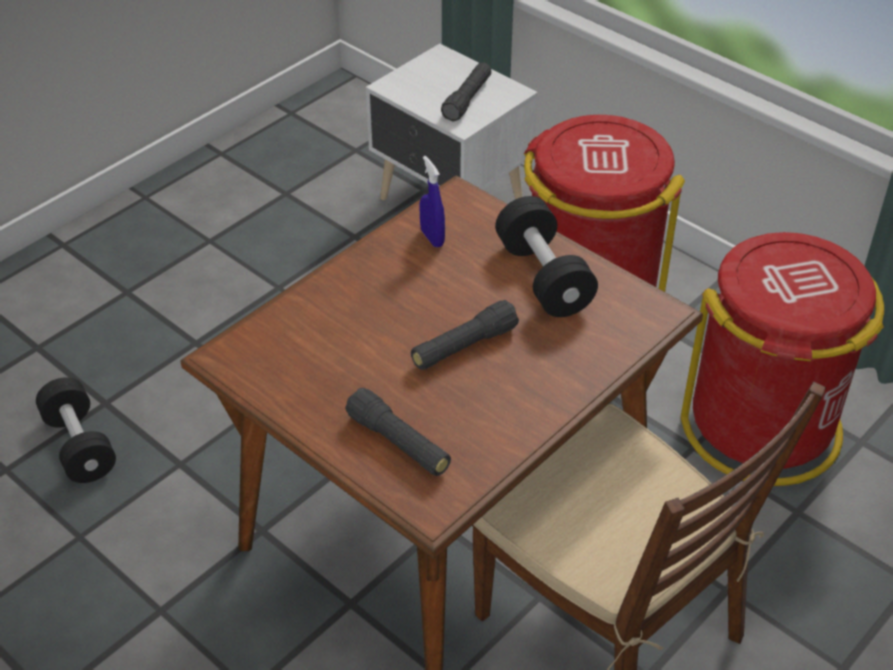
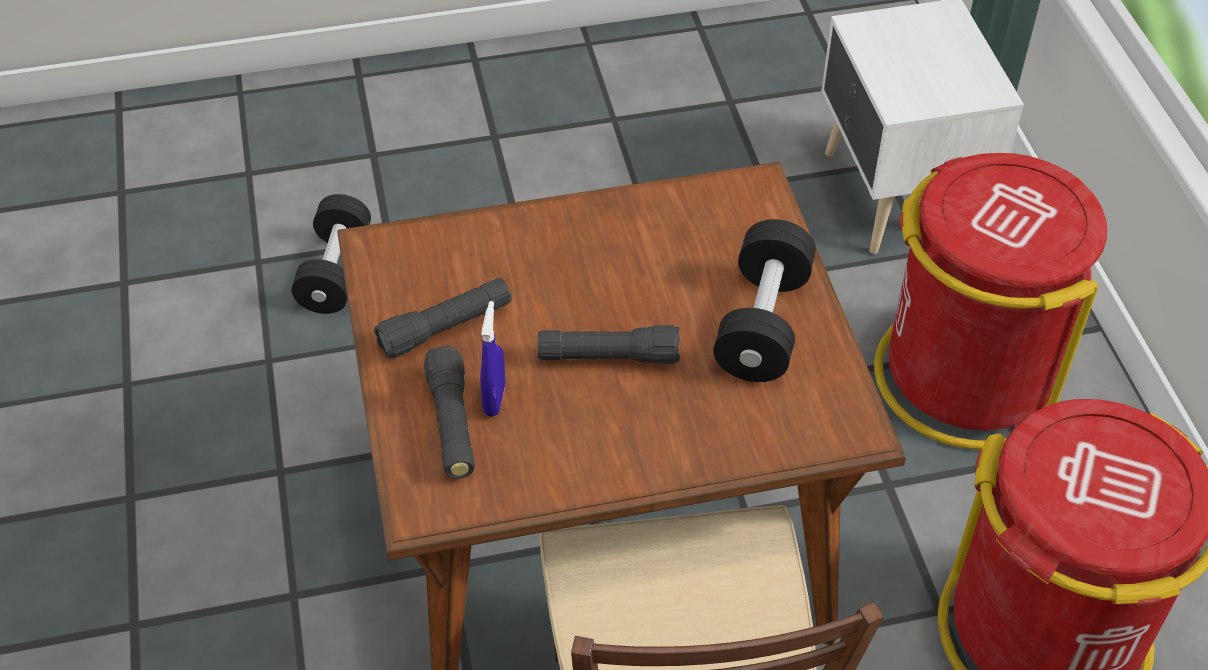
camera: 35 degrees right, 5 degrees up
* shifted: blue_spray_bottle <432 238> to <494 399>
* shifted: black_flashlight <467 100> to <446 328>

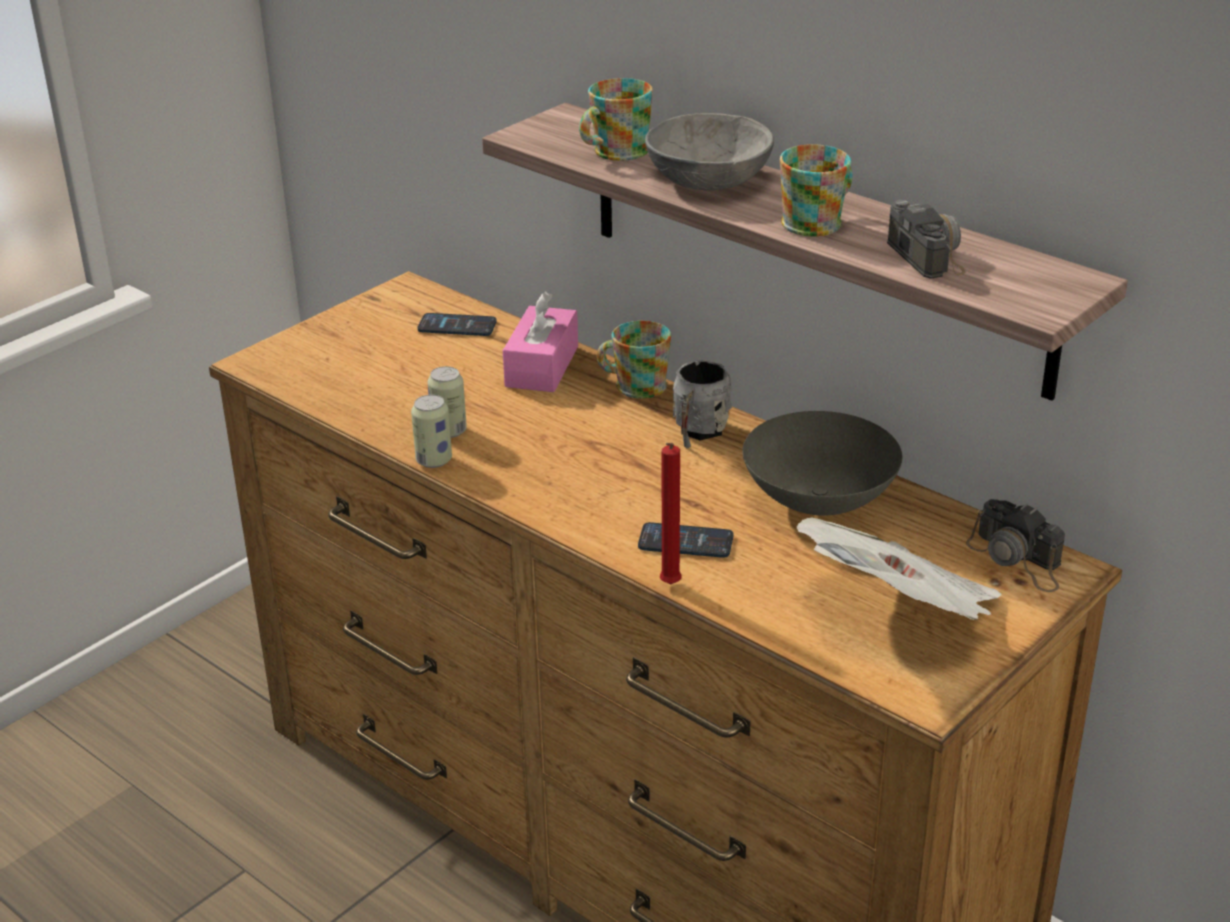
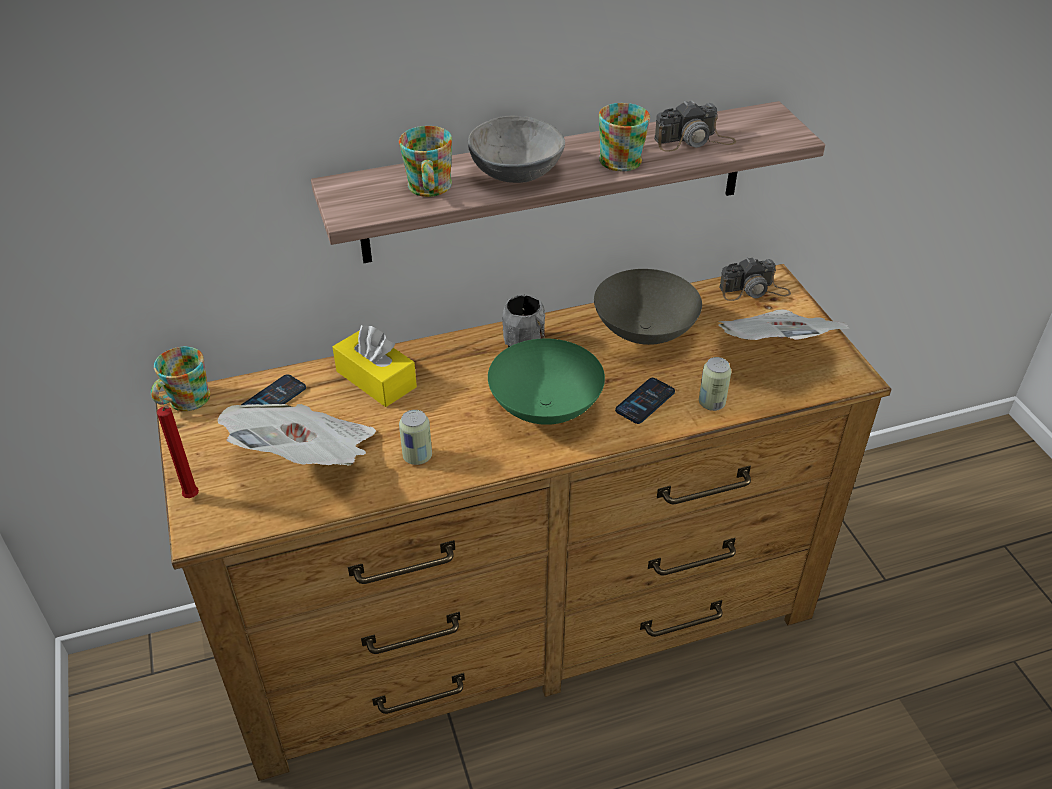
camera: 60 degrees left, 10 degrees up
* new: newspaper <308 459>
* new: green_bowl <547 407>
* shifted: can <434 460> to <711 403>
* shifted: mug <634 385> to <183 401>
* shifted: red_candle <669 586> to <193 498>
* repainted: pink_tissue_box <542 366> to yellow_tissue_box <376 379>
* rotated: photo_camera <925 252> = <694 140> 150 degrees clockwise

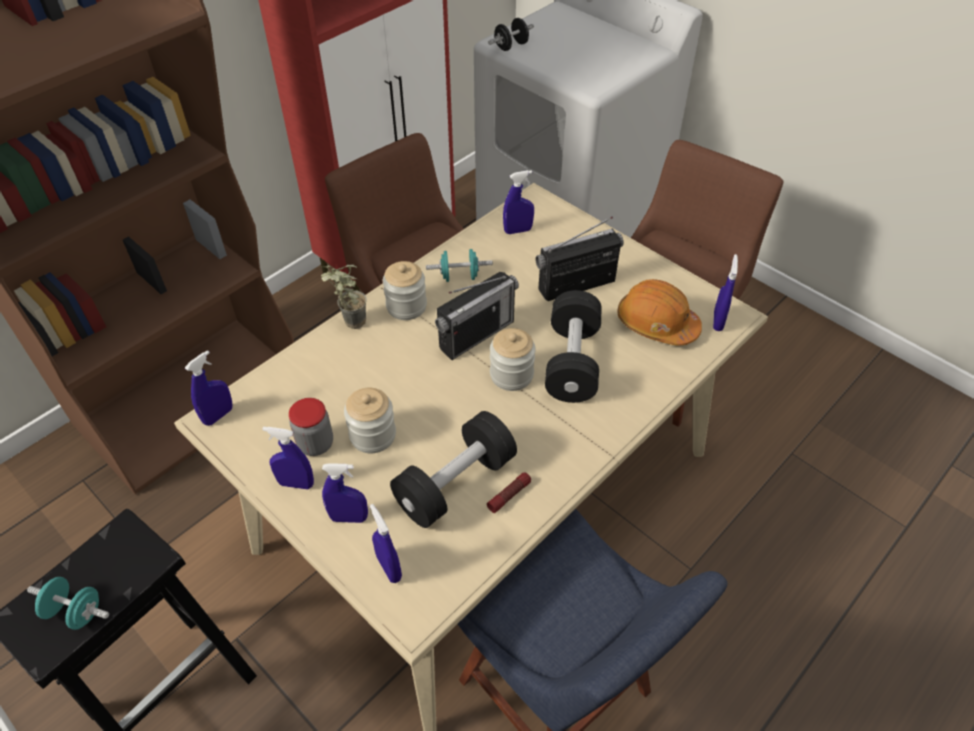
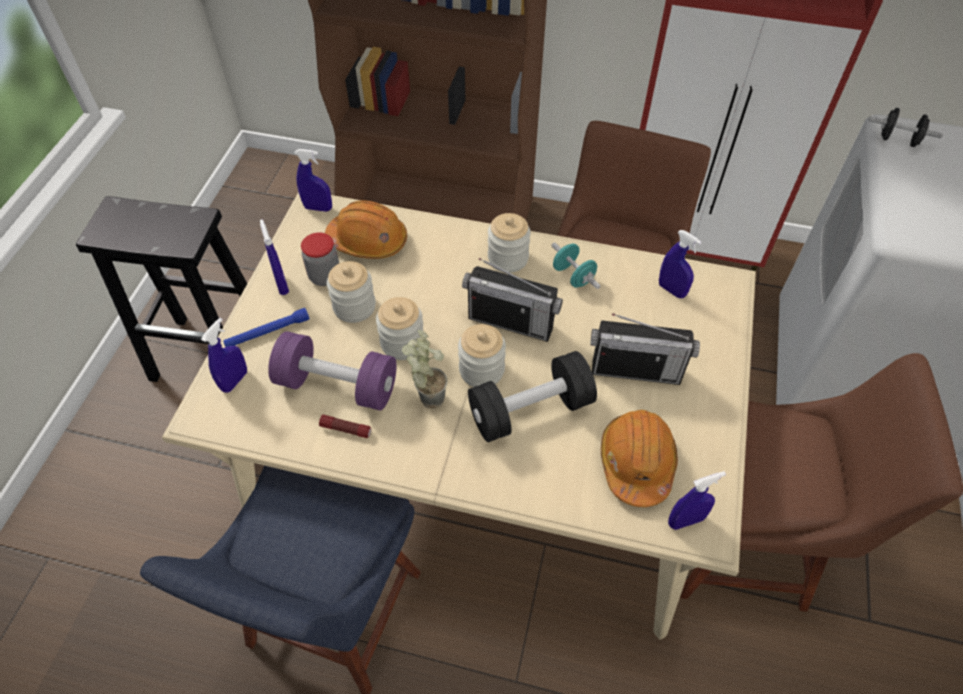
camera: 60 degrees right, 5 degrees up
* gone: turquoise_dumbbell <75 611>
* new: orange_hard_hat <368 241>
* new: jar <402 343>
* shifted: potted_plant <348 323> to <427 394>
* swapped: blue_spray_bottle <349 518> to blue_flashlight <267 332>
* repainted: black_dumbbell <455 483> to purple_dumbbell <337 385>
* rotated: radio <577 285> = <635 370> 150 degrees clockwise

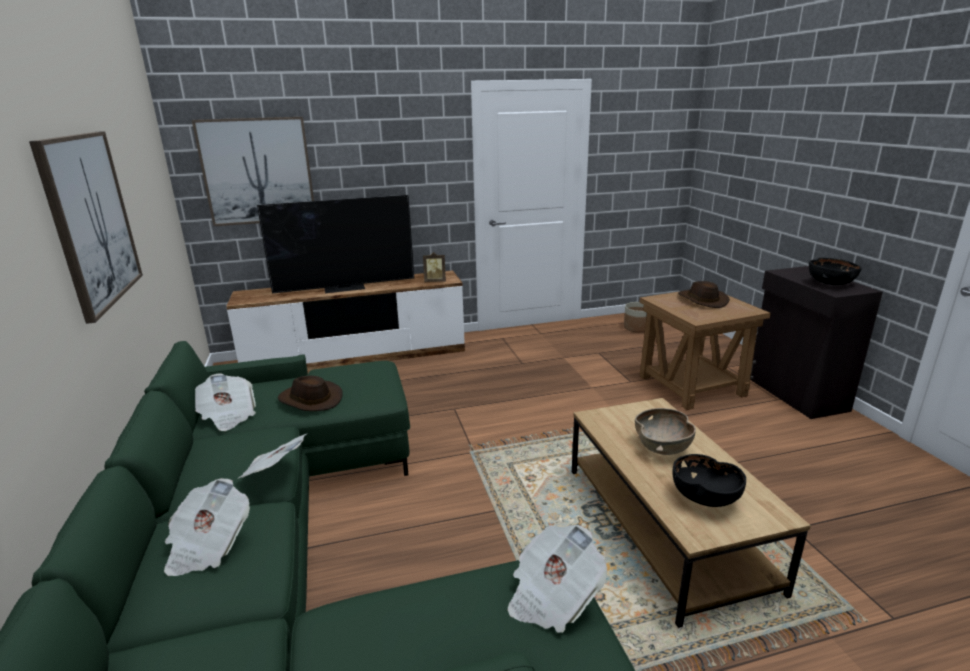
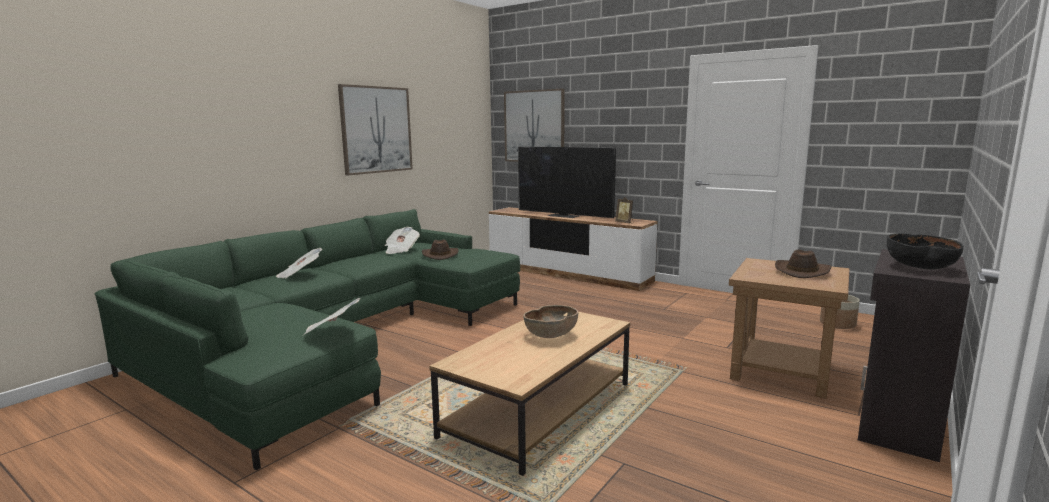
camera: 50 degrees right, 10 degrees down
* gone: newspaper <275 471>
* gone: black_bowl <704 497>

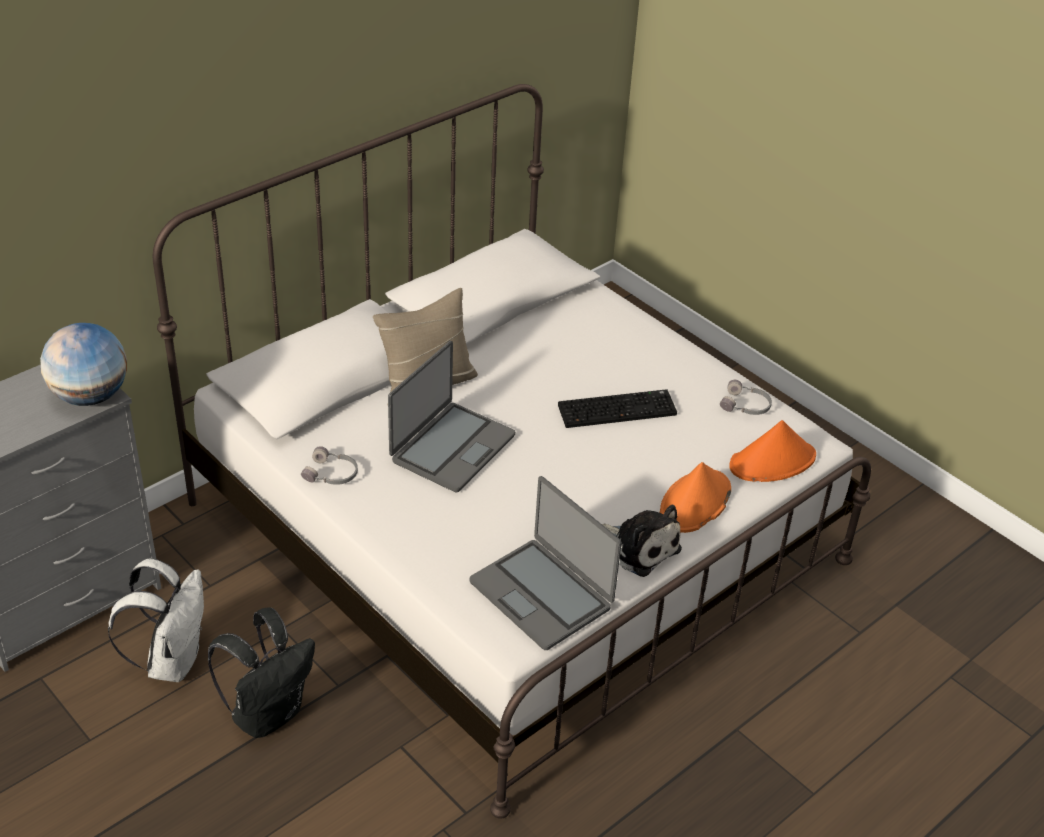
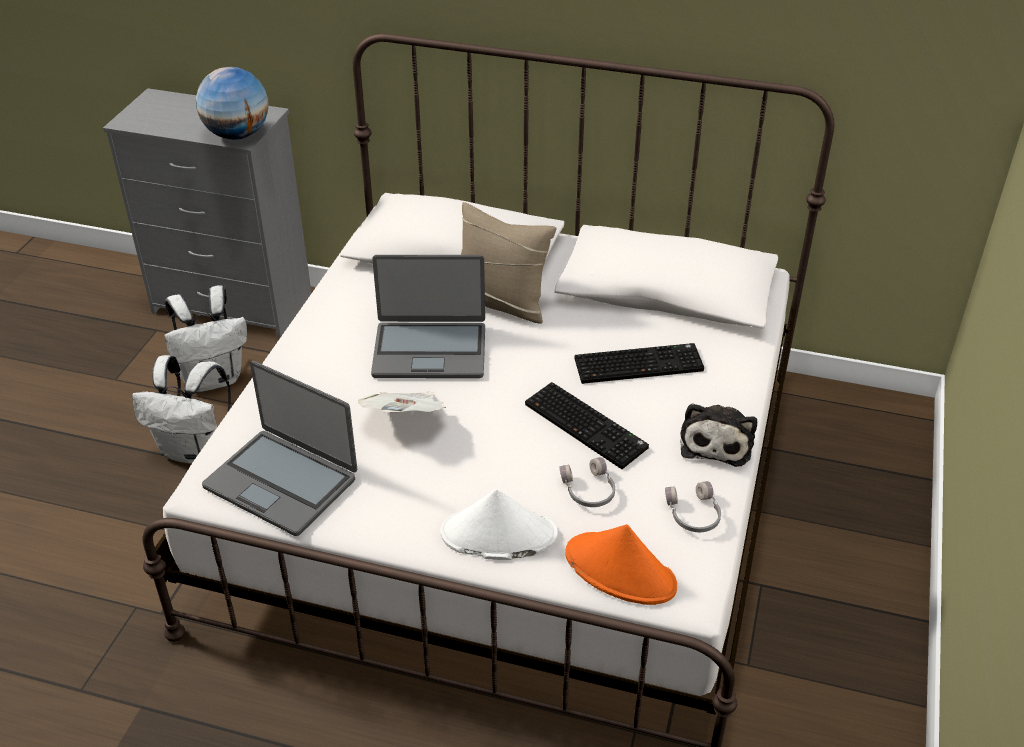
camera: 60 degrees right, 0 degrees up
* new: newspaper <406 419>
* new: keyboard <639 363>
* shifted: grey_headphones <331 474> to <588 490>
* shifted: plush_toy <640 547> to <716 441>
* repainted: black_backpack <268 713> to white_backpack <195 450>
* repainted: orange_hat <695 502> to white_hat <498 534>
* rotated: laptop <542 594> = <282 482> 75 degrees counterclockwise

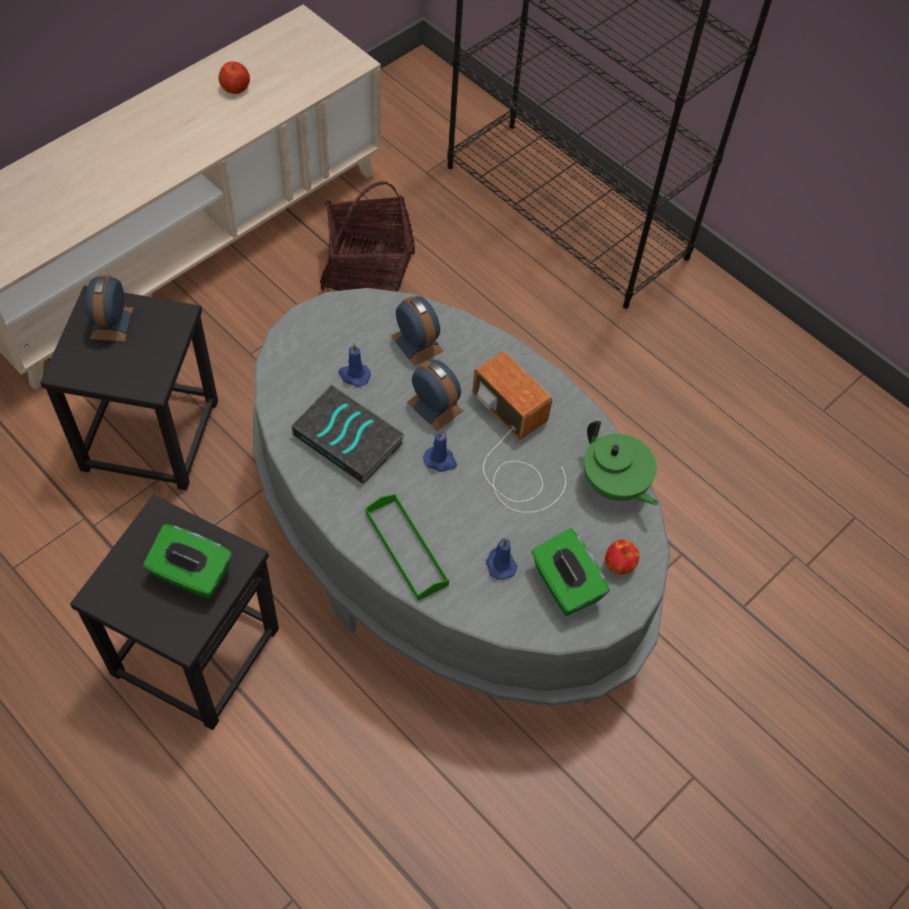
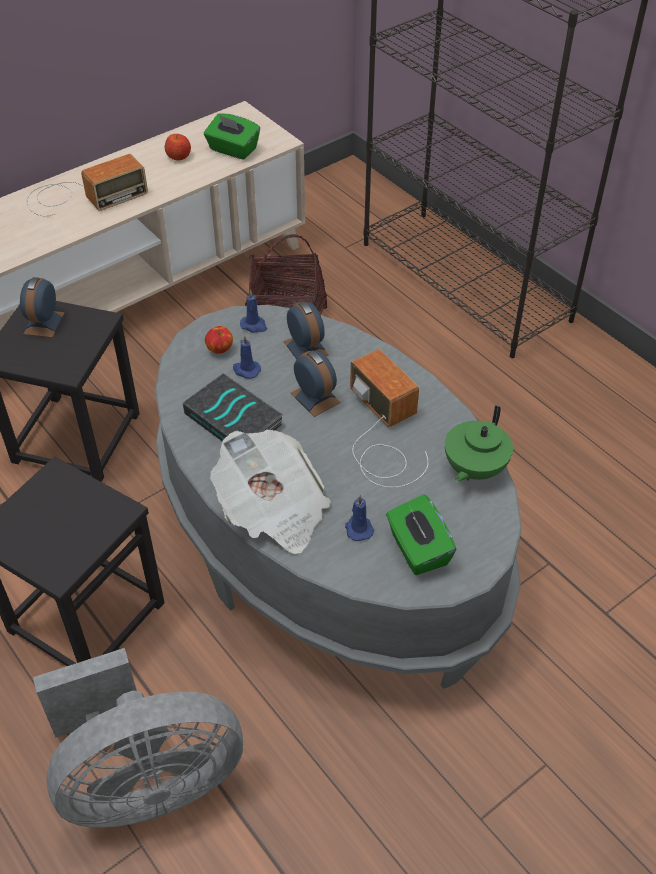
camera: 10 degrees right, 10 degrees down
* new: radio <82 196>
* new: grey_fan <146 782>
* shifted: green_tissue_box <191 574> to <233 150>
* shifted: blue_candle <440 460> to <254 325>
* shifted: apple <619 565> to <220 350>
* swapped: green_tray <406 548> to newspaper <273 510>
* rotated: green_teapot <614 485> = <473 469> 60 degrees clockwise

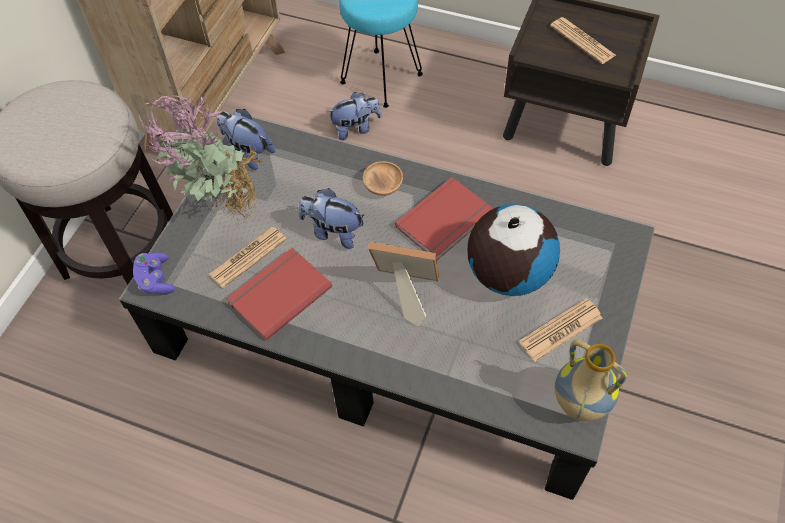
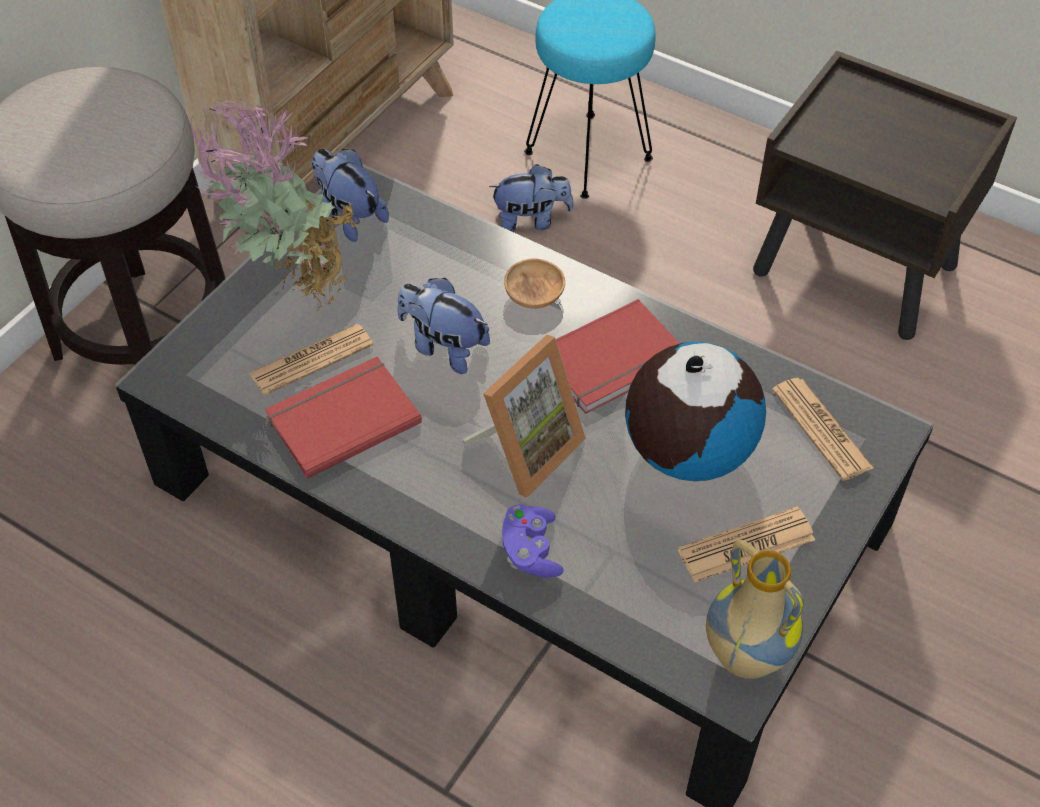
camera: 10 degrees right, 5 degrees down
* shifted: purple_game_controller <156 280> to <531 551>
* shifted: newspaper <582 41> to <821 429>
* rotated: picture_frame <404 292> = <525 449> 105 degrees clockwise

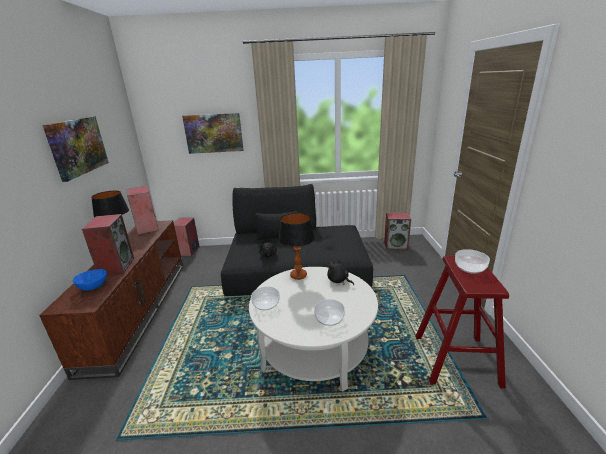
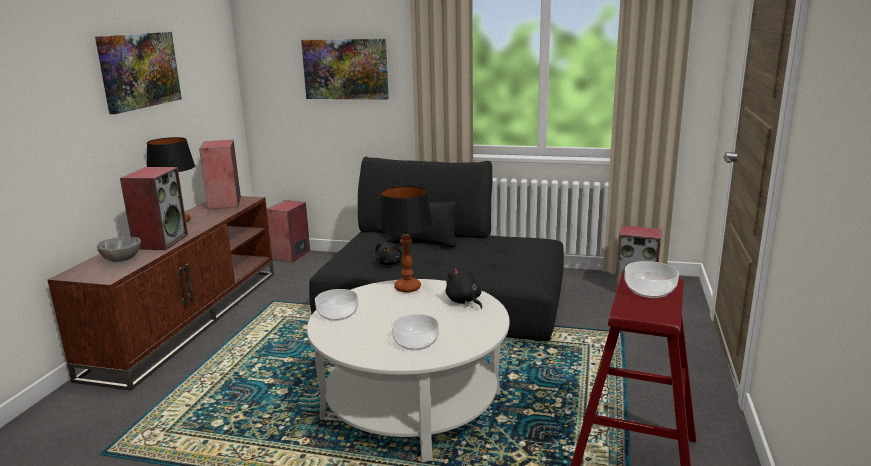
camera: 15 degrees right, 5 degrees down
* repainted: blue_bowl <93 287> to grey_bowl <121 260>

